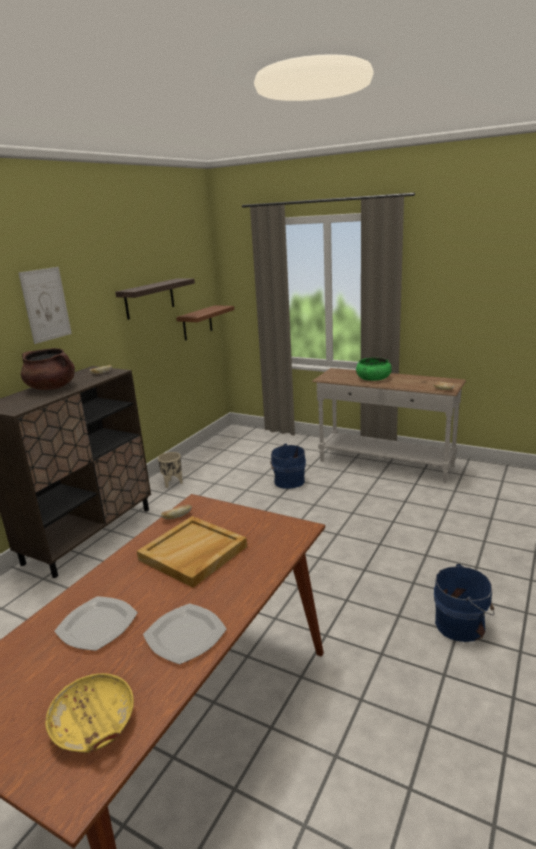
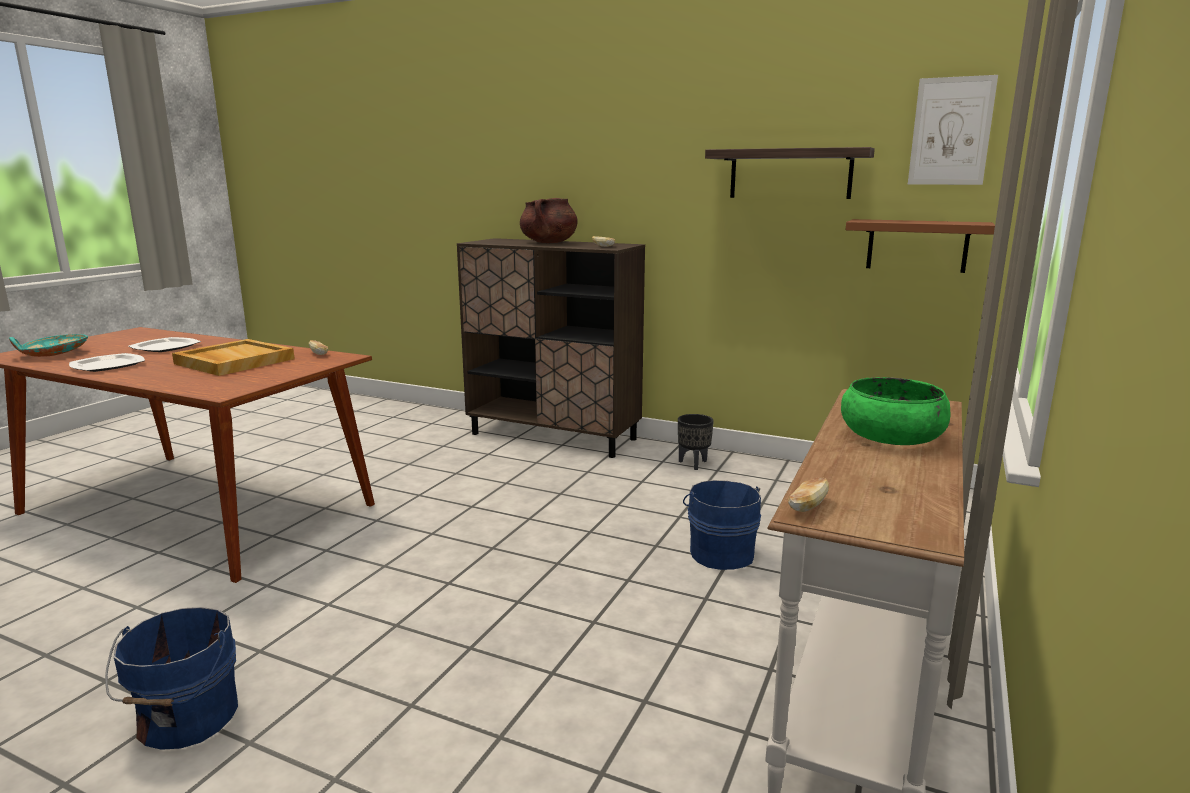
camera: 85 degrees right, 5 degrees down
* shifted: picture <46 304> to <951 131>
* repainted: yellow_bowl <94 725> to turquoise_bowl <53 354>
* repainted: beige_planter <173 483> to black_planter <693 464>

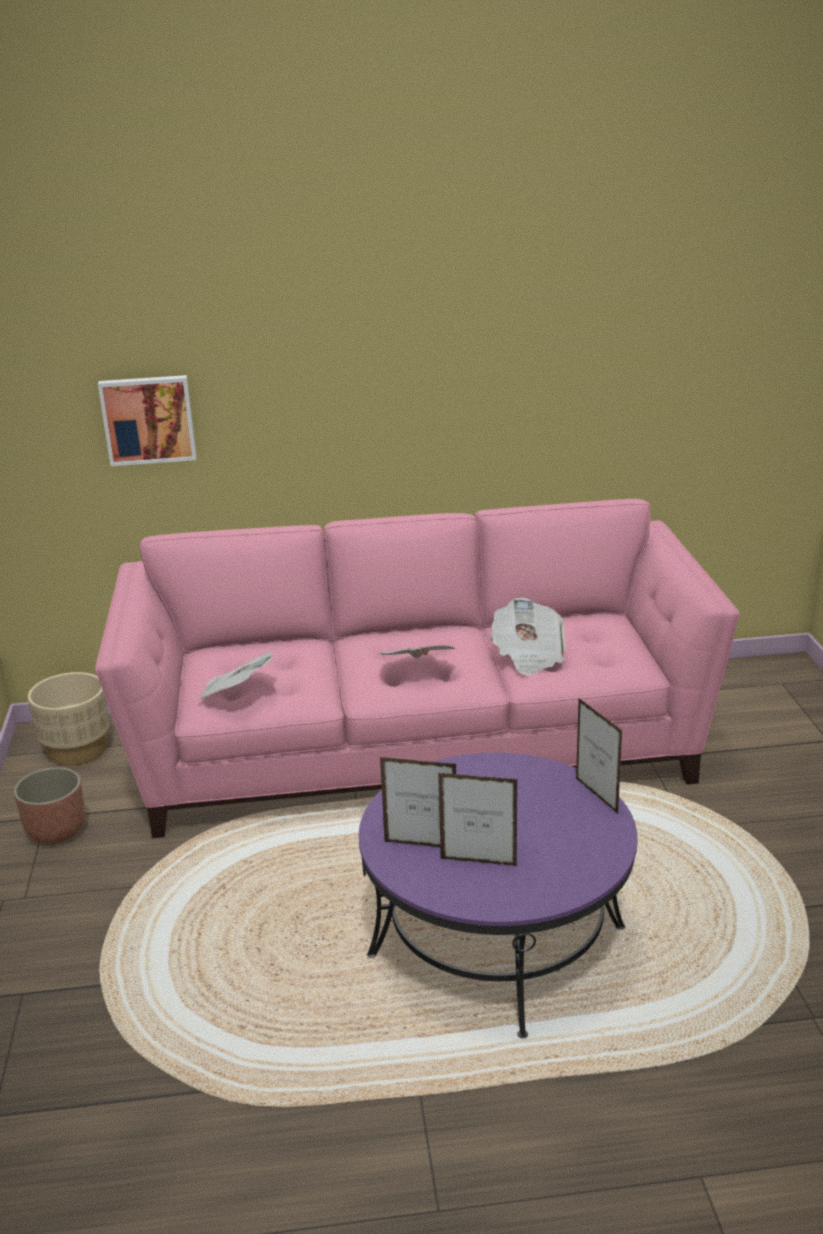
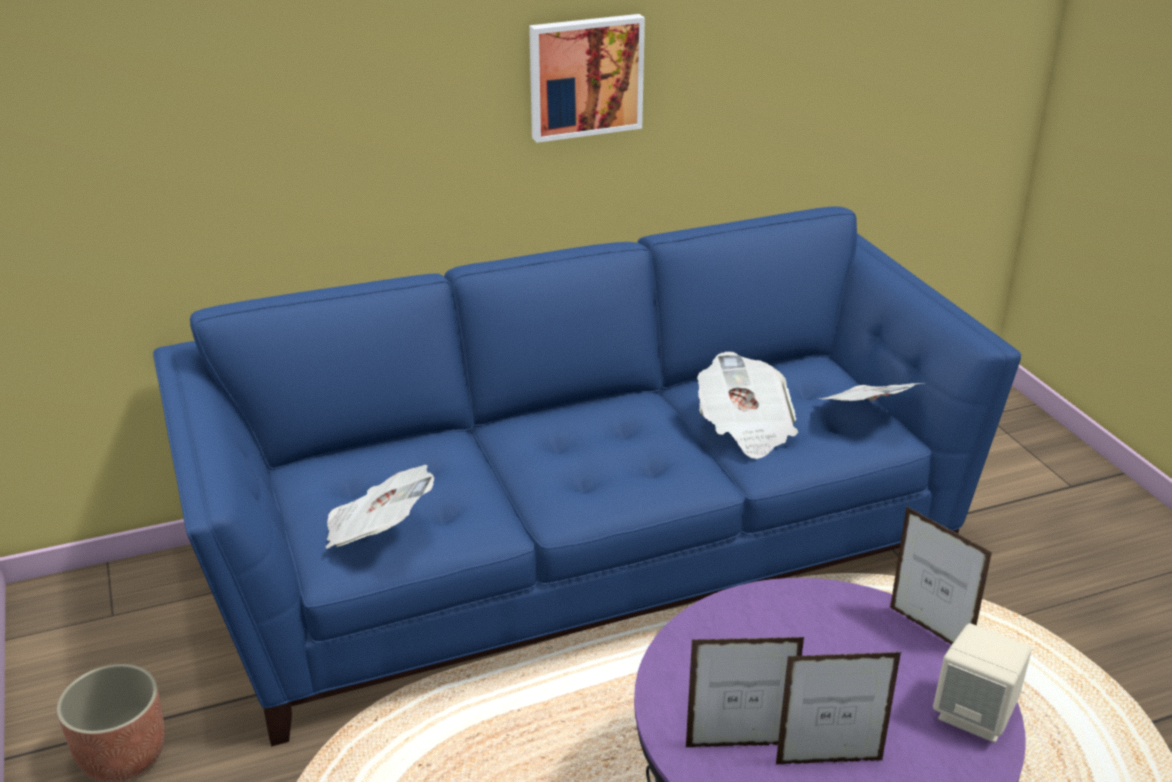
camera: 15 degrees left, 5 degrees up
* gone: beige_planter <77 750>
* new: beige_speaker <975 714>
* shifted: picture <148 419> to <585 76>
* shifted: newspaper <417 669> to <867 414>
* repainted: pink_sofa <417 746> to blue_sofa <586 553>

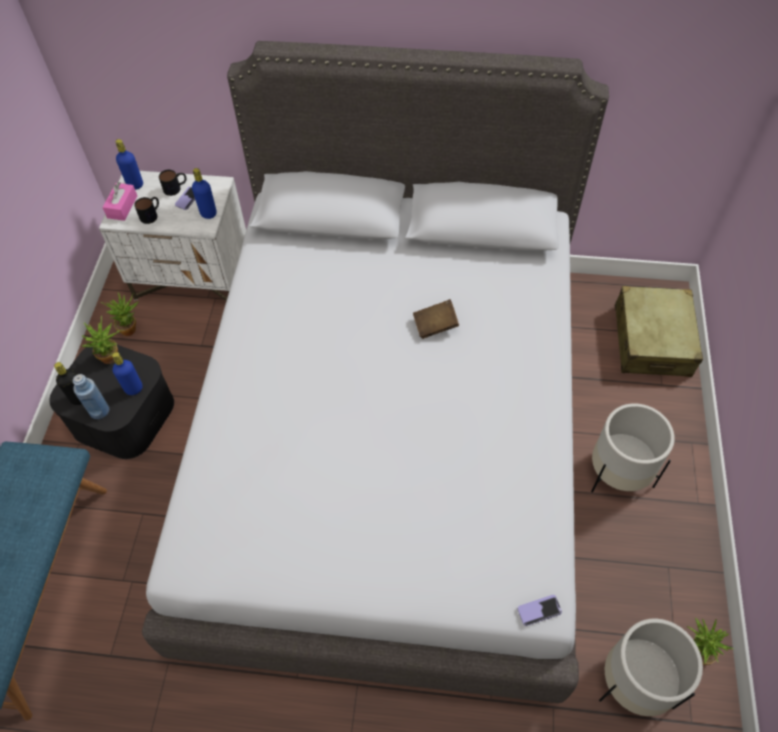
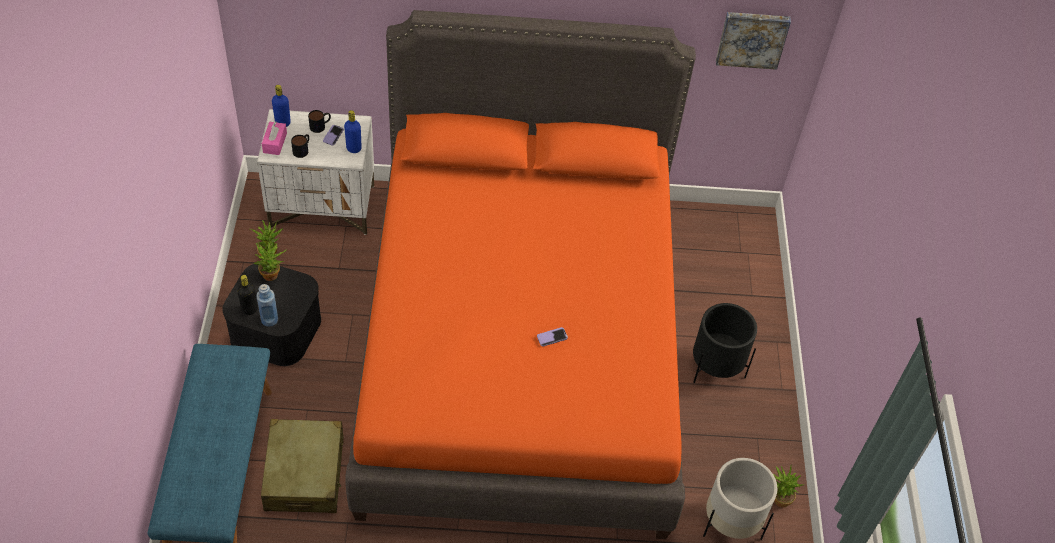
camera: 10 degrees left, 5 degrees down
* gone: blue_bottle <133 388>
* gone: brown_book <435 325>
* new: picture <752 38>
* shifted: phone <539 610> to <552 337>
* shifted: beige_suitcase <652 341> to <305 474>
* repainted: grey_bed <390 441> to orange_bed <519 346>
* repainted: white_planter <618 473> to black_planter <716 367>

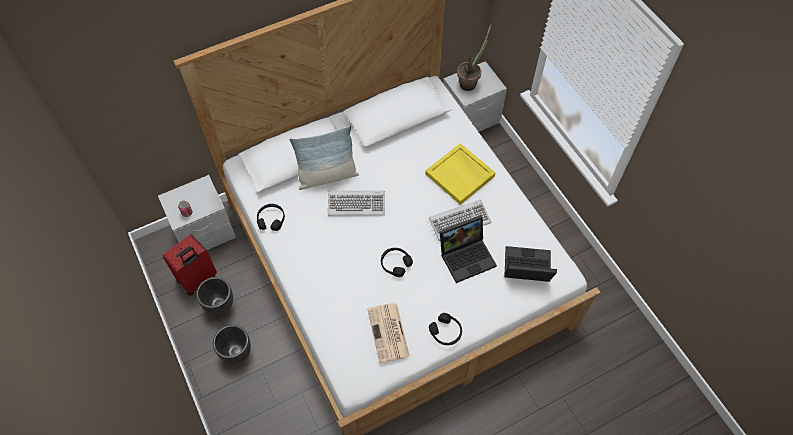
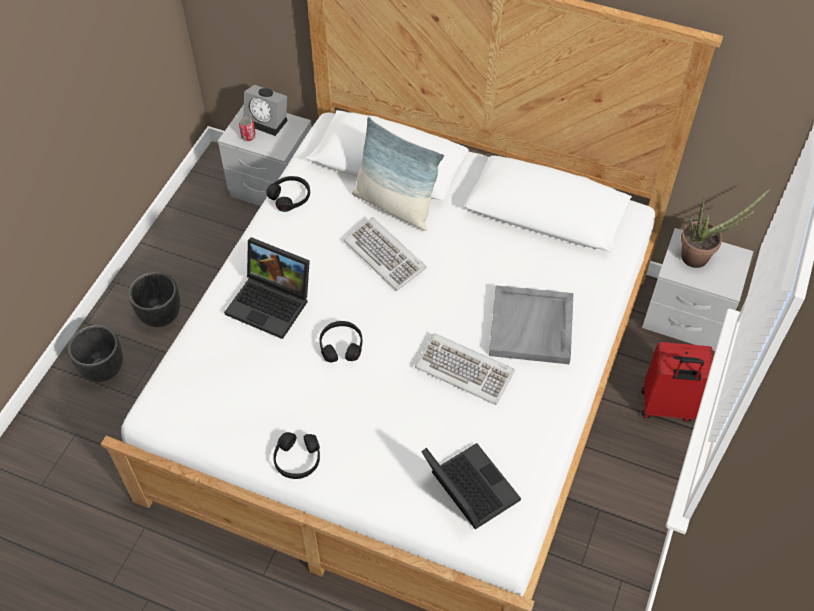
camera: 50 degrees right, 5 degrees down
* gone: newspaper <389 333>
* new: alarm_clock <267 121>
* shifted: red_suitcase <198 279> to <667 407>
* shifted: black_planter <220 304> to <104 370>
* shifted: laptop <467 256> to <272 303>
* repainted: yellow_tray <460 175> to grey_tray <532 328>

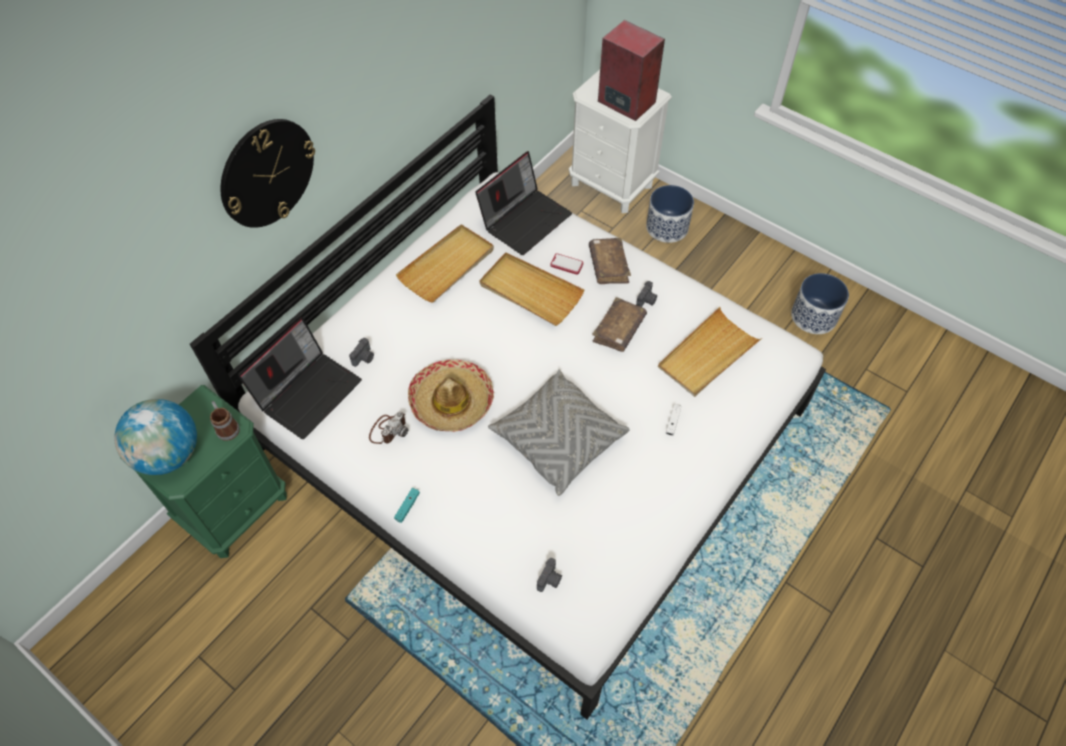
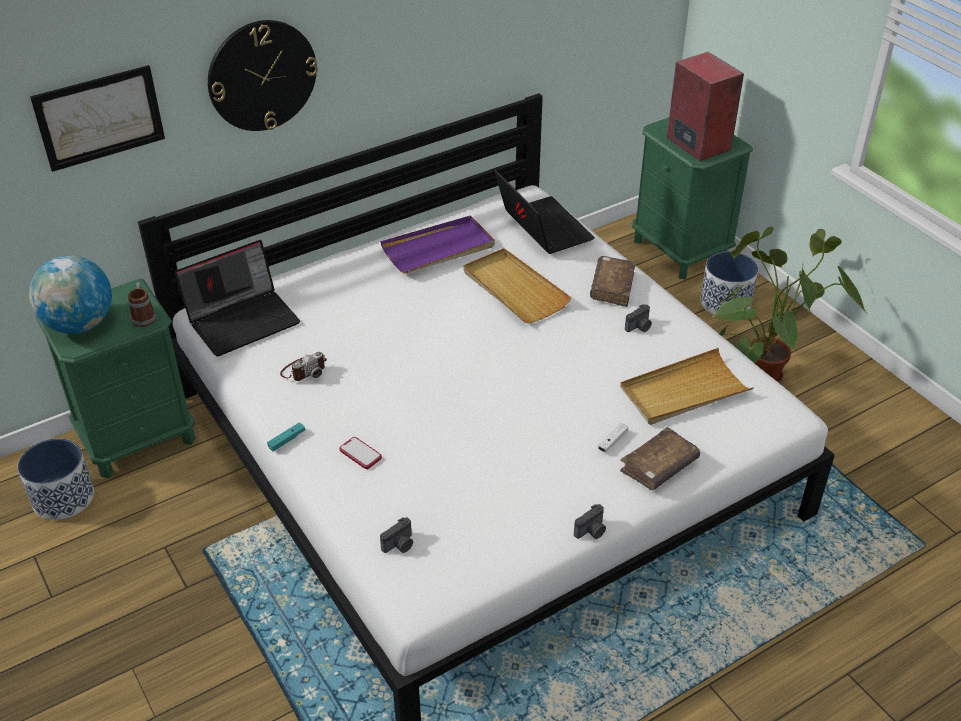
camera: 20 degrees right, 15 degrees down
* gone: hat <452 401>
* gone: grey_pillow <558 439>
* new: picture <99 117>
* new: potted_plant <764 364>
* shifted: photo_camera <364 358> to <591 531>
* shifted: phone <566 264> to <360 454>
* shifted: brown_book <619 330> to <659 466>
* shifted: planter <814 317> to <64 498>
* repainted: beige_tray <447 265> to purple_tray <439 249>
* repainted: white_nightstand <612 185> to green_nightstand <680 250>
* rotated: laptop <525 219> = <542 228> 90 degrees counterclockwise

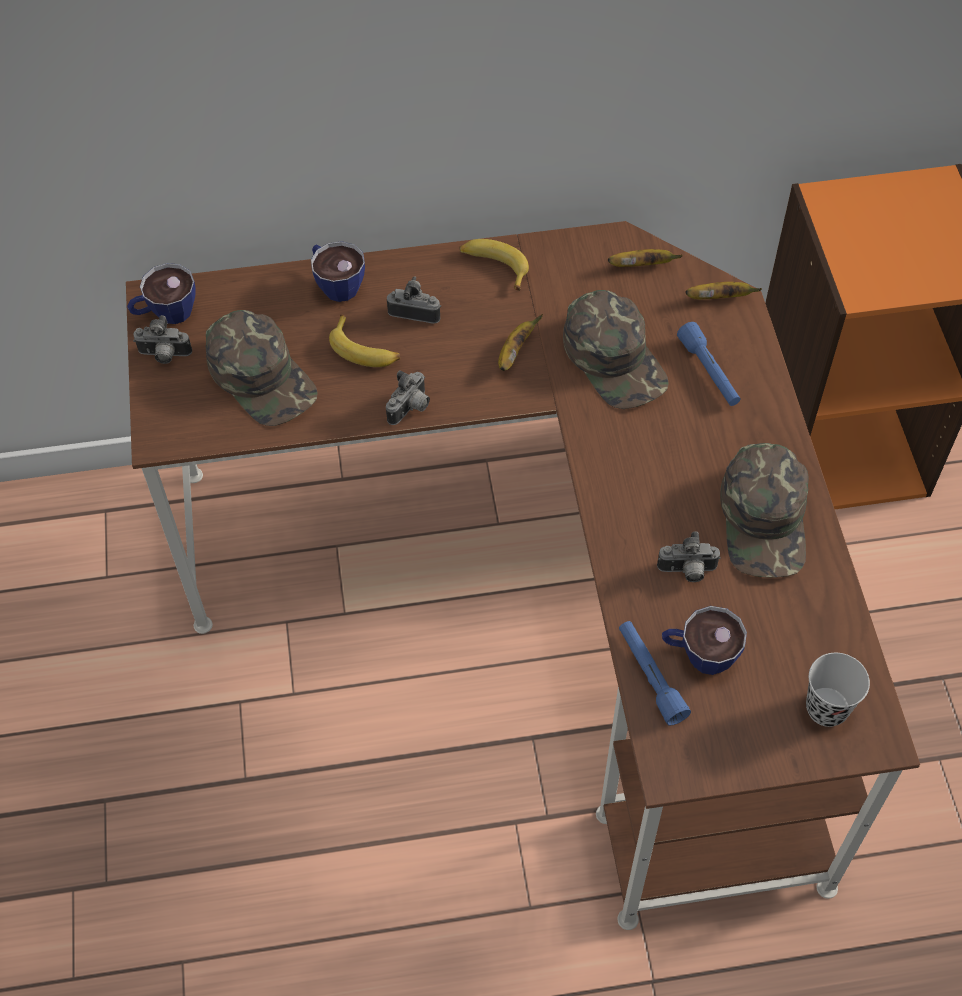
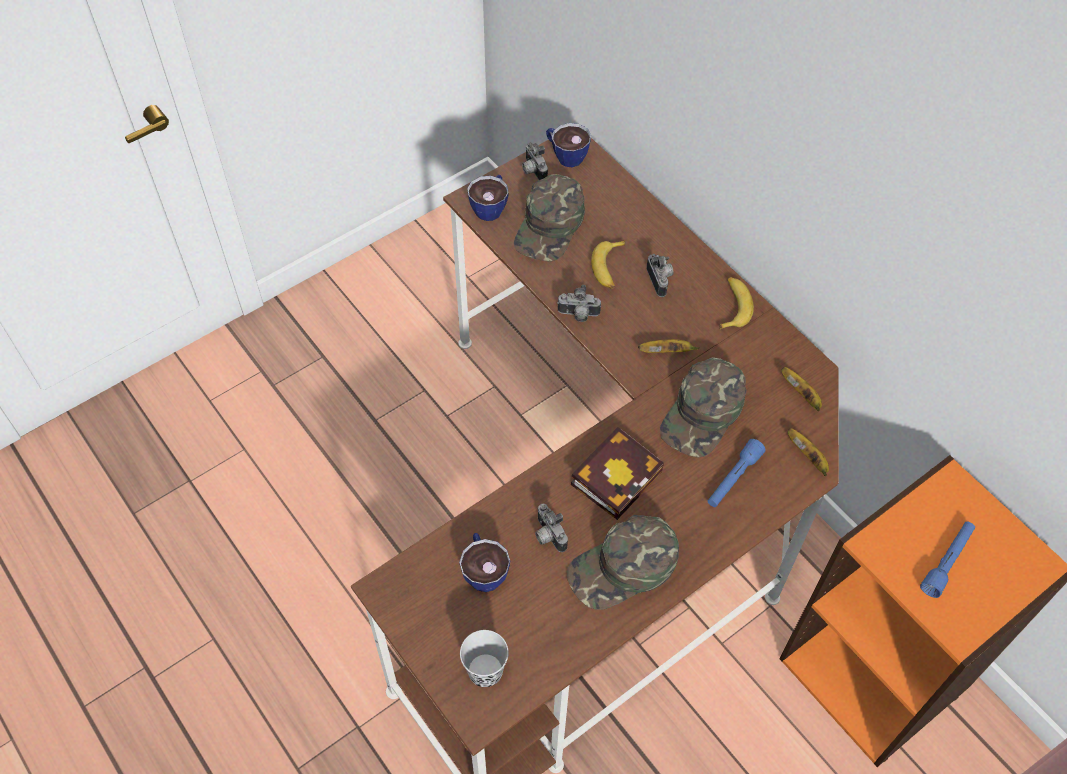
camera: 60 degrees right, 0 degrees up
* new: book <617 474>
* shifted: cup <336 284> to <491 207>
* shifted: blue_flashlight <650 676> to <947 562>

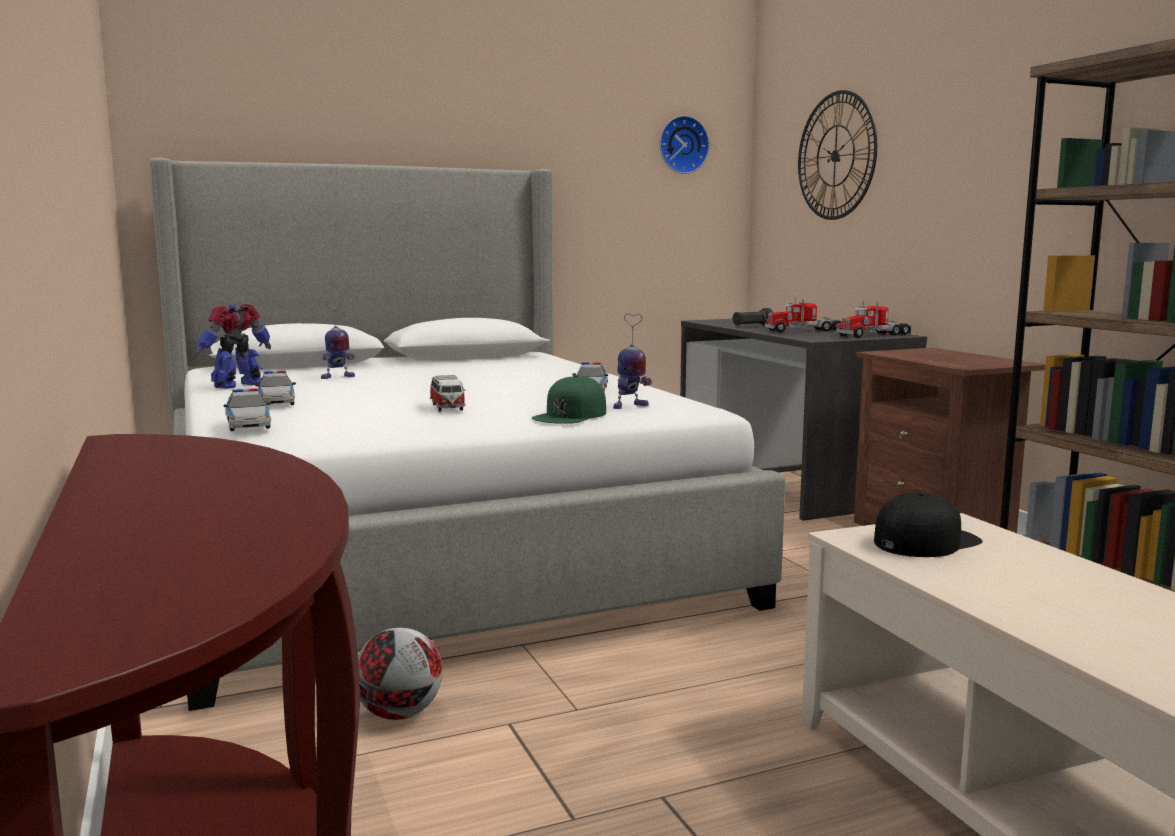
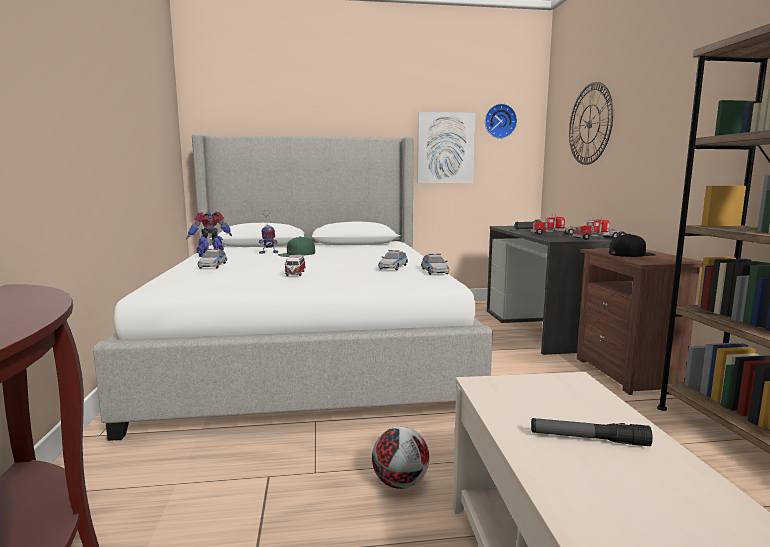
camera: 15 degrees right, 0 degrees up
* gone: toy_robot <629 406>
* new: picture <445 148>
* new: flashlight <588 439>
* shifted: toy_car <248 424> to <434 271>
* shifted: football <398 714> to <399 483>
* shifted: green_cap <571 415> to <297 254>
* shifted: black_cap <925 541> to <631 254>

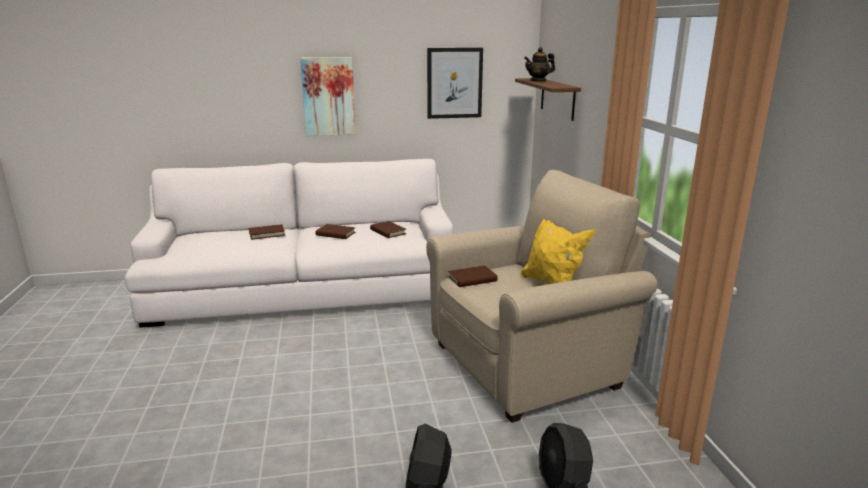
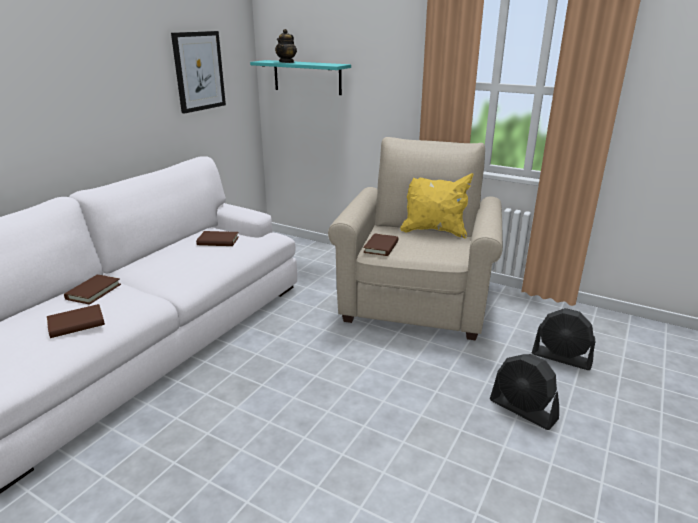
camera: 50 degrees left, 5 degrees up
* gone: picture <328 96>
* shifted: brown_book <335 234> to <76 324>
* repainted: brown_shelf <557 98> to turquoise_shelf <307 77>

